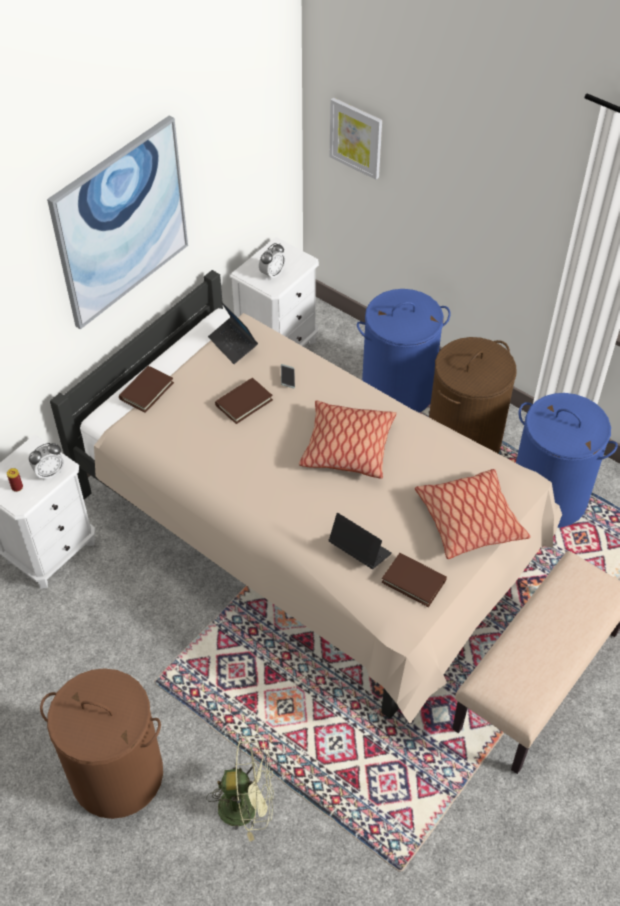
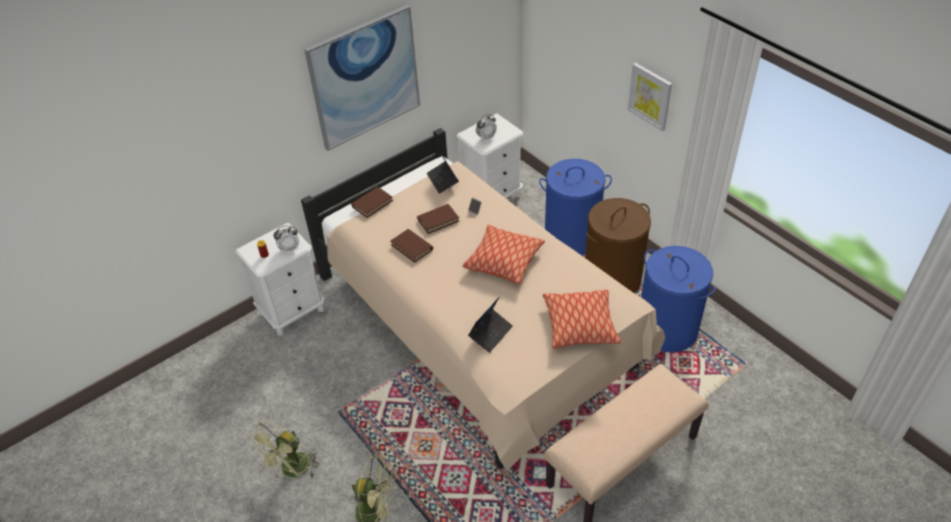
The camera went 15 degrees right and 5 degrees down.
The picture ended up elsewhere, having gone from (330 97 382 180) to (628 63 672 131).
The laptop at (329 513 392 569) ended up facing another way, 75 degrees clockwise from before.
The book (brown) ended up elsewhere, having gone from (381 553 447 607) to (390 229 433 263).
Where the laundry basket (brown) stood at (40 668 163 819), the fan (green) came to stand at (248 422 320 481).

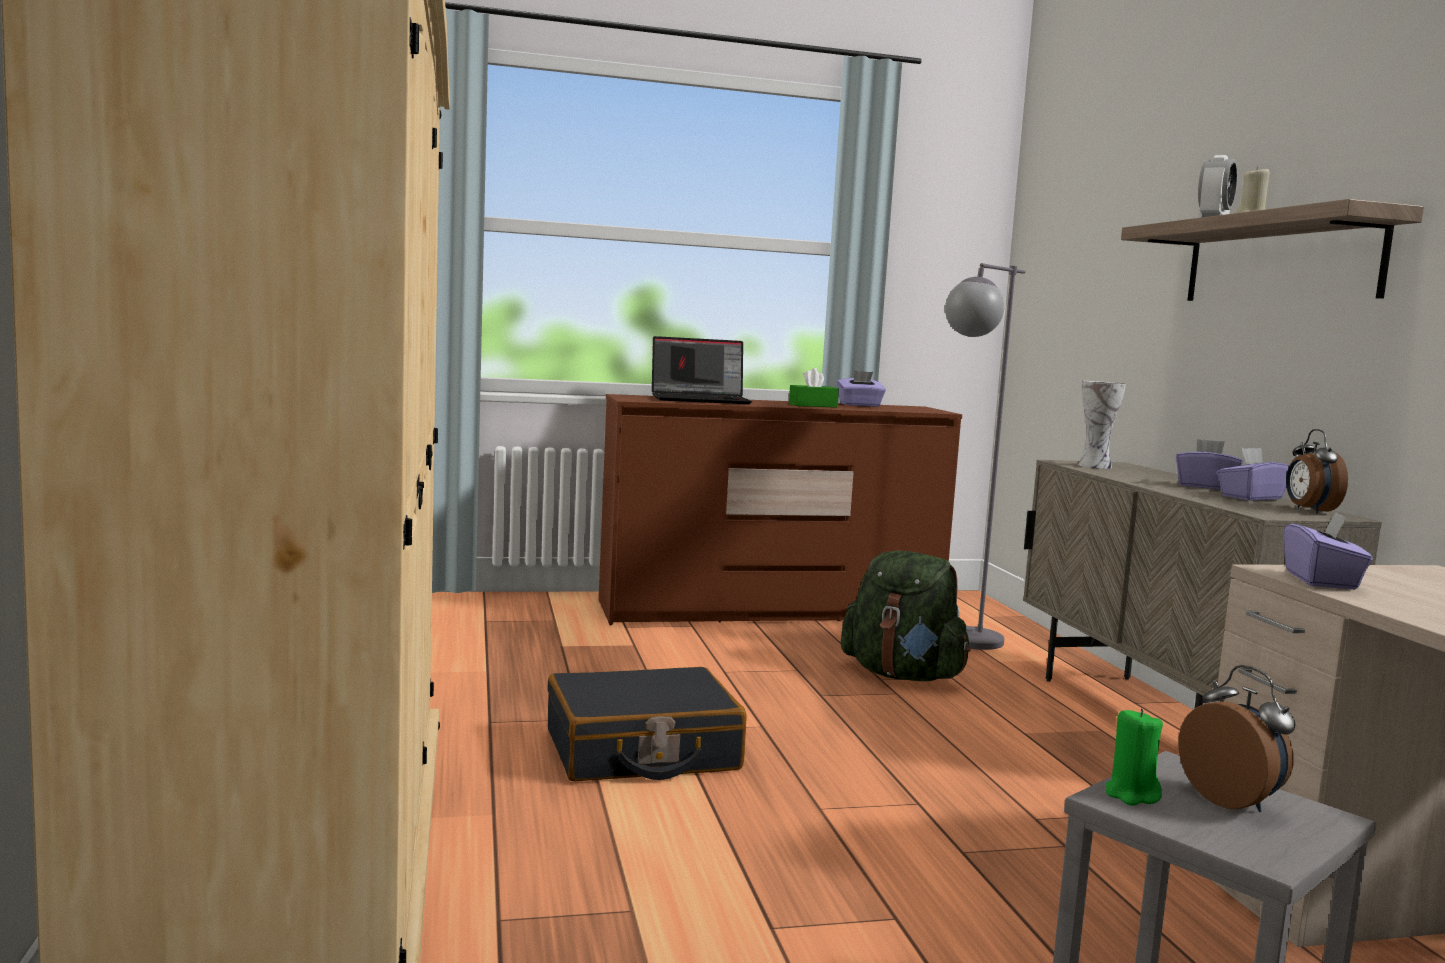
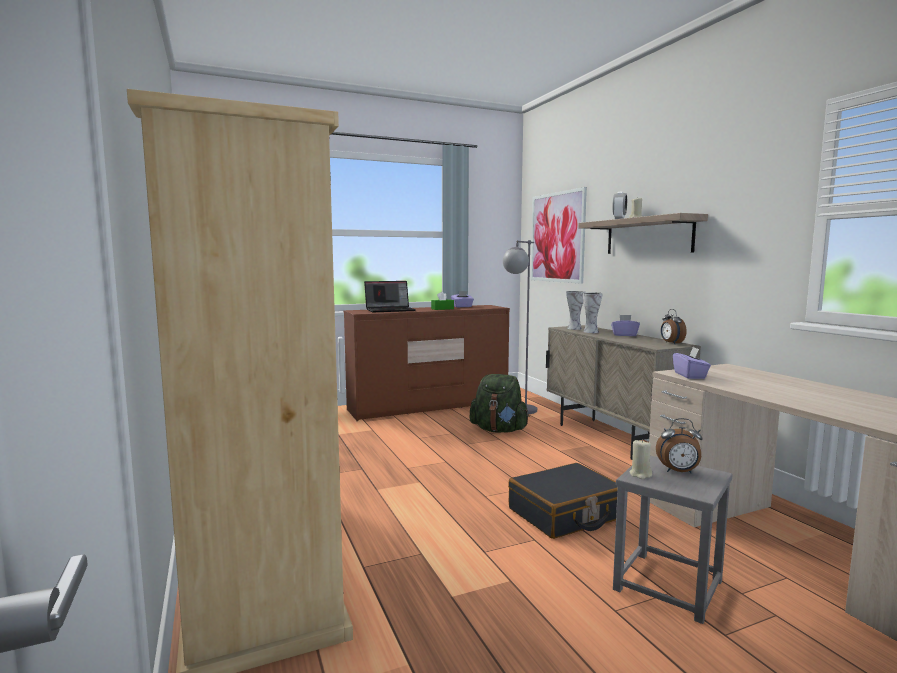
The camera went 10 degrees left and 0 degrees up.
The second view lost the tissue box (purple) at (1217 448 1289 501).
The alarm clock at (1178 665 1296 812) ended up facing another way, 135 degrees clockwise from before.
The suitcase (black) ended up elsewhere, having gone from (547 667 747 781) to (508 463 618 539).
What was the candle (green) at (1106 708 1163 806) turned into the candle (beige) at (629 439 652 479).
The second view gained the picture at (531 187 587 284).
The second view gained the vase at (583 292 603 333).

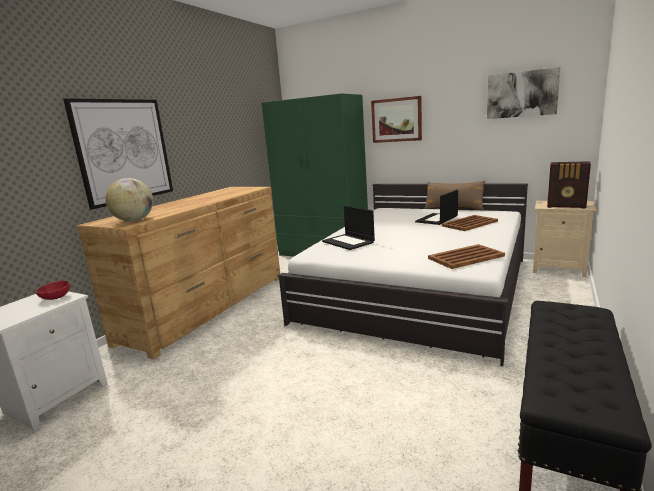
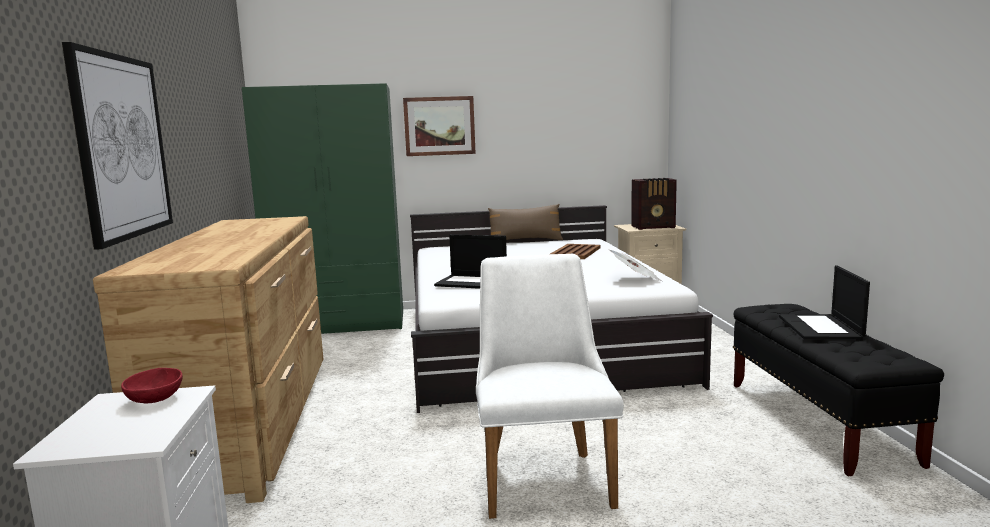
The camera went 35 degrees left and 5 degrees down.
The second view lost the picture at (487 67 560 119).
The second view lost the globe at (105 178 153 222).
The laptop ended up elsewhere, having gone from (415 190 458 225) to (779 265 870 340).
Where the tray (brown) stood at (428 244 505 269), the newspaper came to stand at (608 249 662 281).
The second view gained the chair (white) at (476 254 624 519).

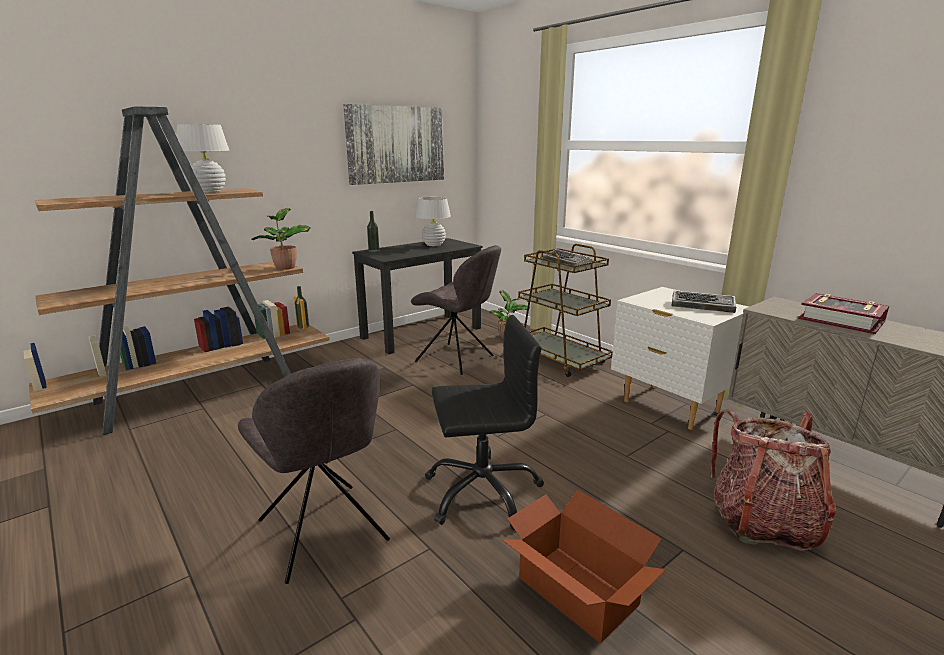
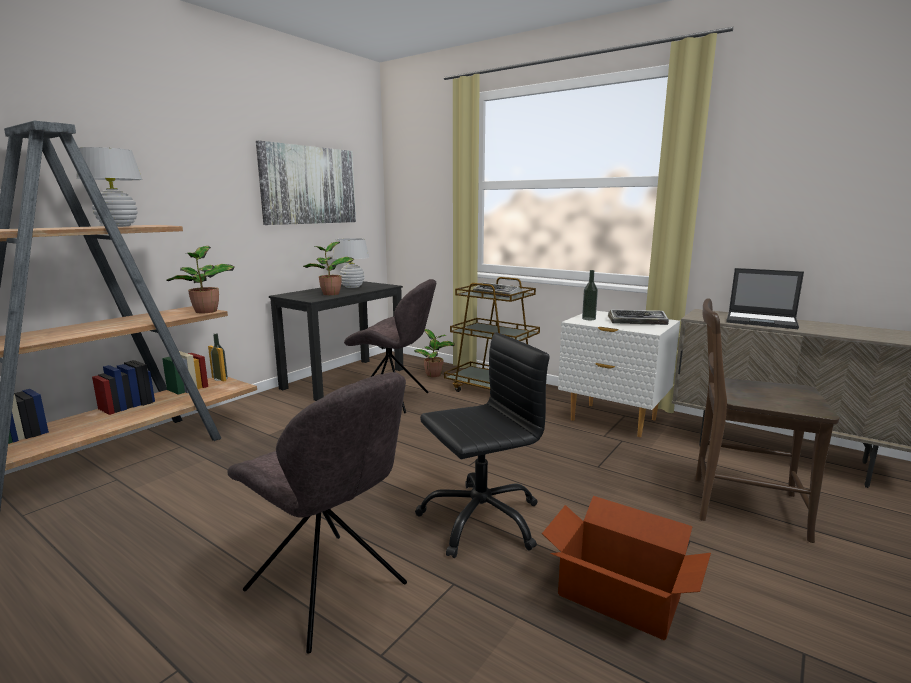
The camera went 15 degrees left and 5 degrees down.
The bottle ended up elsewhere, having gone from (367 211 379 252) to (582 270 598 320).
Where the book stood at (798 293 889 334), the laptop came to stand at (726 268 804 329).
Where the backpack stood at (711 409 836 551), the chair (brown) came to stand at (695 298 840 543).
The second view gained the potted plant at (303 241 354 295).

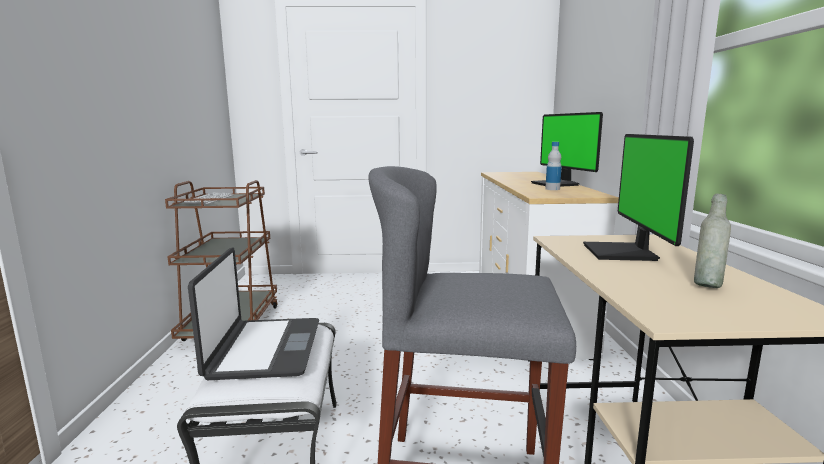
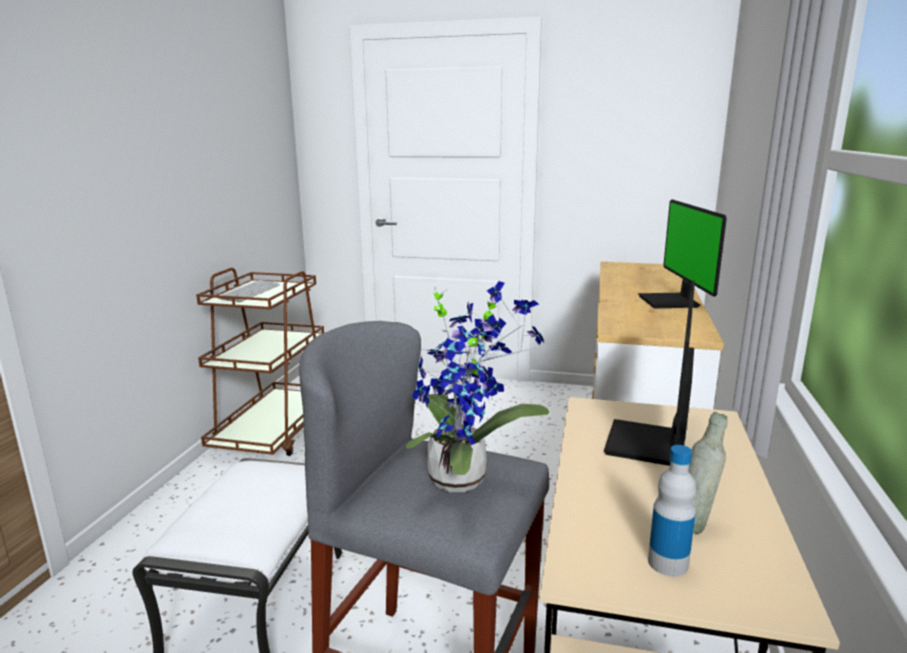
The camera went 15 degrees right and 5 degrees up.
The bottle ended up elsewhere, having gone from (545 142 562 190) to (648 445 696 576).
The second view lost the laptop at (188 247 319 380).
The second view gained the potted plant at (405 281 550 492).

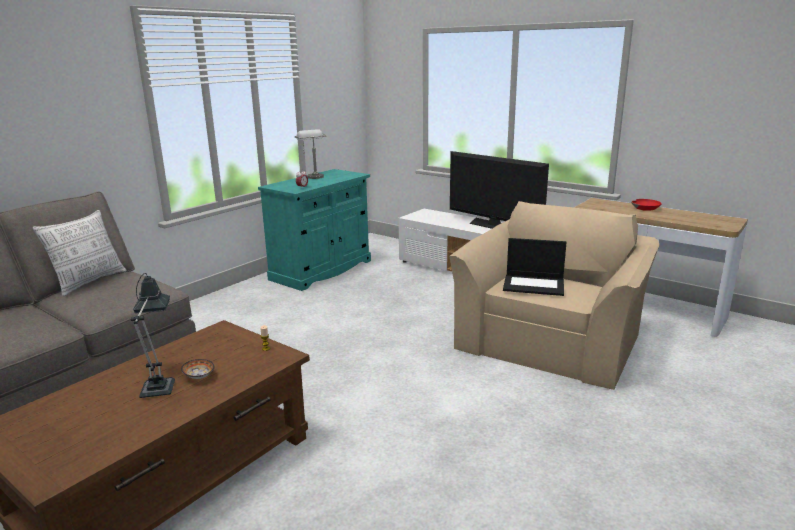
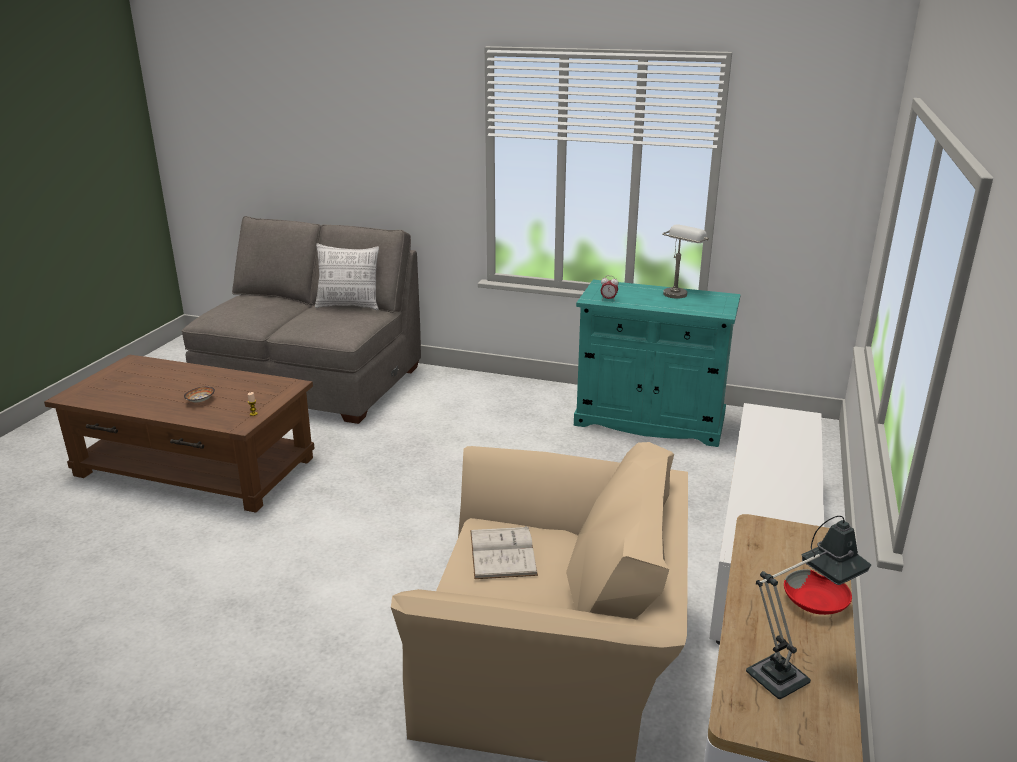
The camera went 70 degrees right and 5 degrees up.
The second view lost the television at (450 151 549 229).
Where the laptop stood at (503 238 566 296), the book (white) came to stand at (470 526 538 579).
The table lamp ended up elsewhere, having gone from (131 273 175 398) to (746 516 871 699).

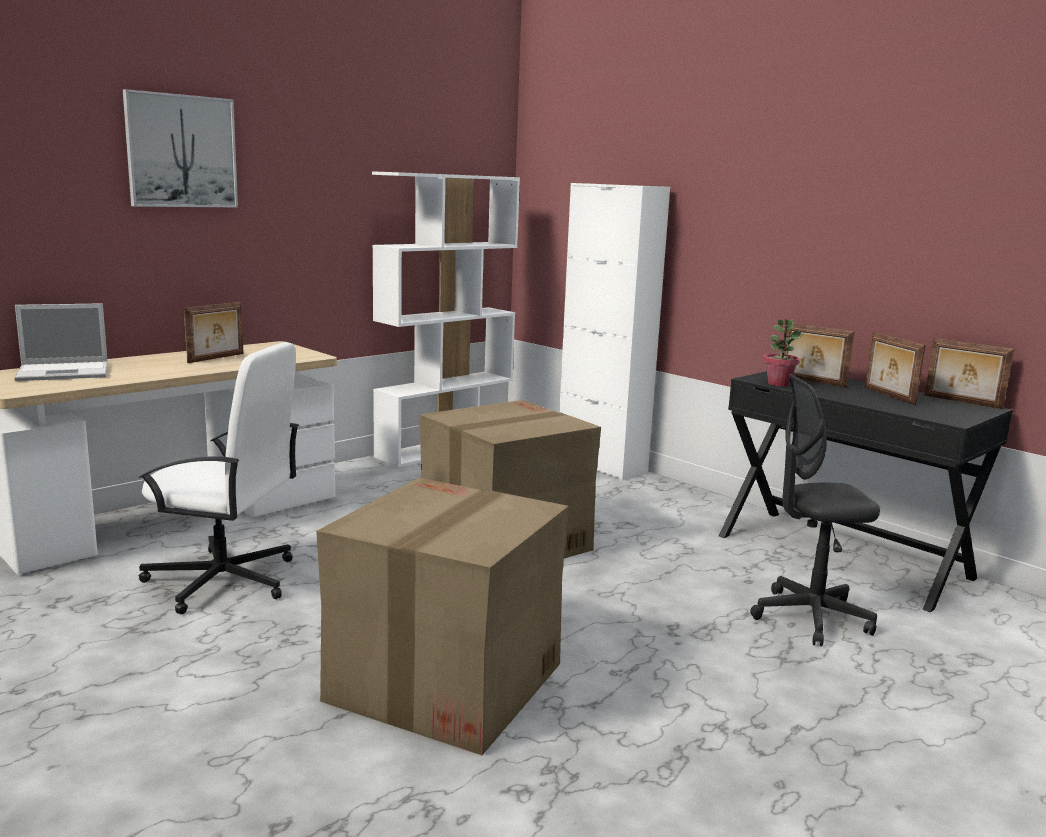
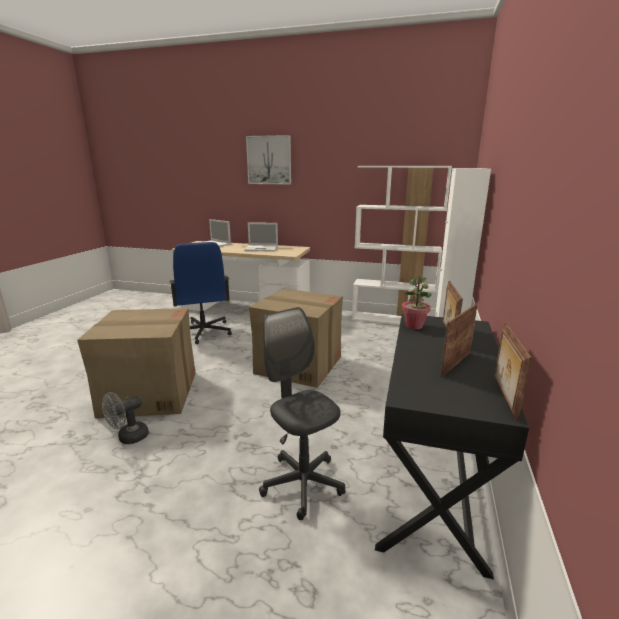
The camera went 60 degrees right and 5 degrees up.
Where the picture frame stood at (184 302 243 363), the laptop came to stand at (244 223 278 251).
What was the office chair (white) at (139 342 299 614) turned into the office chair (blue) at (170 242 232 344).
The second view gained the fan (grey) at (102 392 149 444).

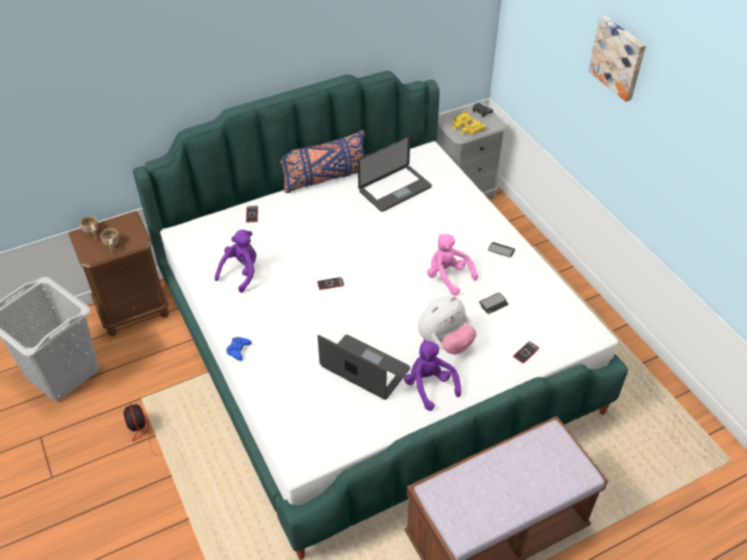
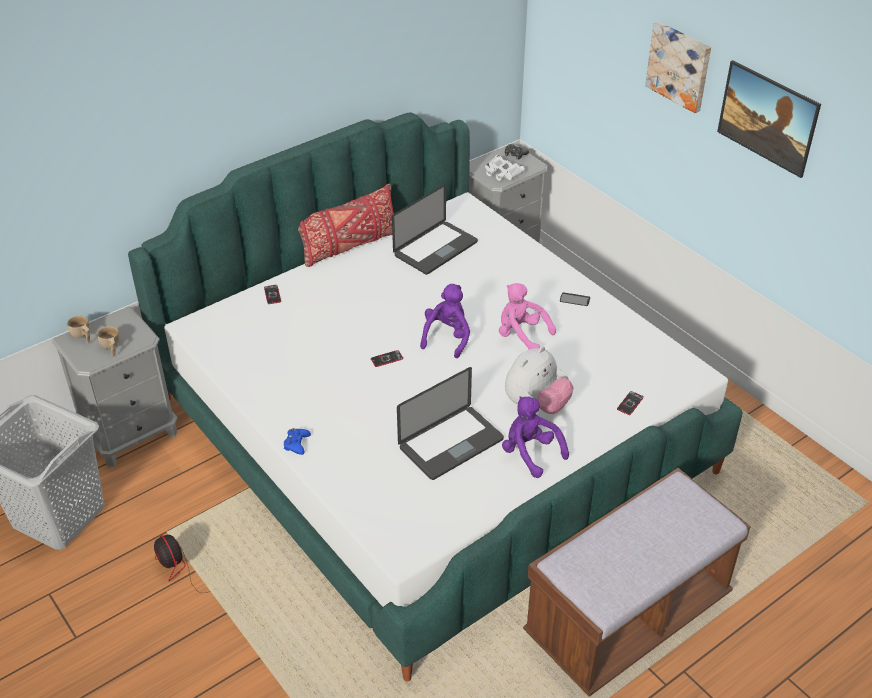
The camera went 10 degrees left and 5 degrees down.
What was the binoculars (yellow) at (452 111 485 135) turned into the binoculars (white) at (485 155 525 181).
What was the pillow (blue) at (280 130 364 193) turned into the pillow (red) at (298 184 394 267).
What was the nightstand (brown) at (69 211 169 337) turned into the nightstand (grey) at (52 306 178 467).
The plush toy (purple) ended up elsewhere, having gone from (215 230 257 293) to (420 284 470 358).
The second view lost the phone at (479 293 509 314).
The laptop at (318 335 410 400) ended up facing another way, 120 degrees clockwise from before.
The second view gained the picture at (717 60 821 178).

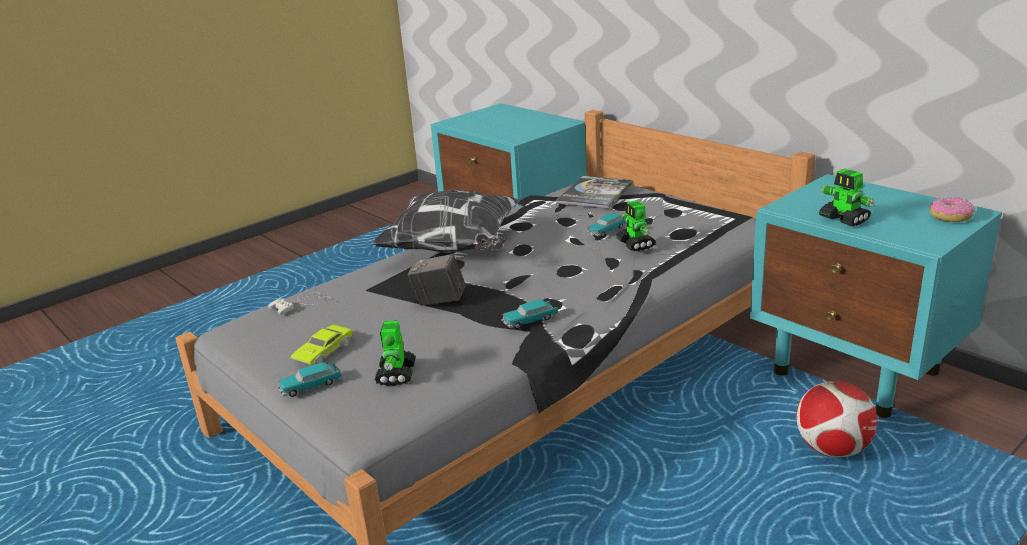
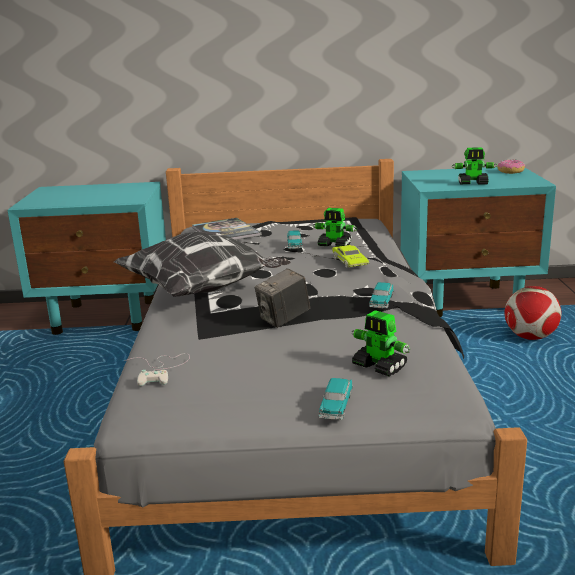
The camera went 50 degrees left and 5 degrees down.
The toy car (green) ended up elsewhere, having gone from (290 325 354 365) to (332 245 370 268).

